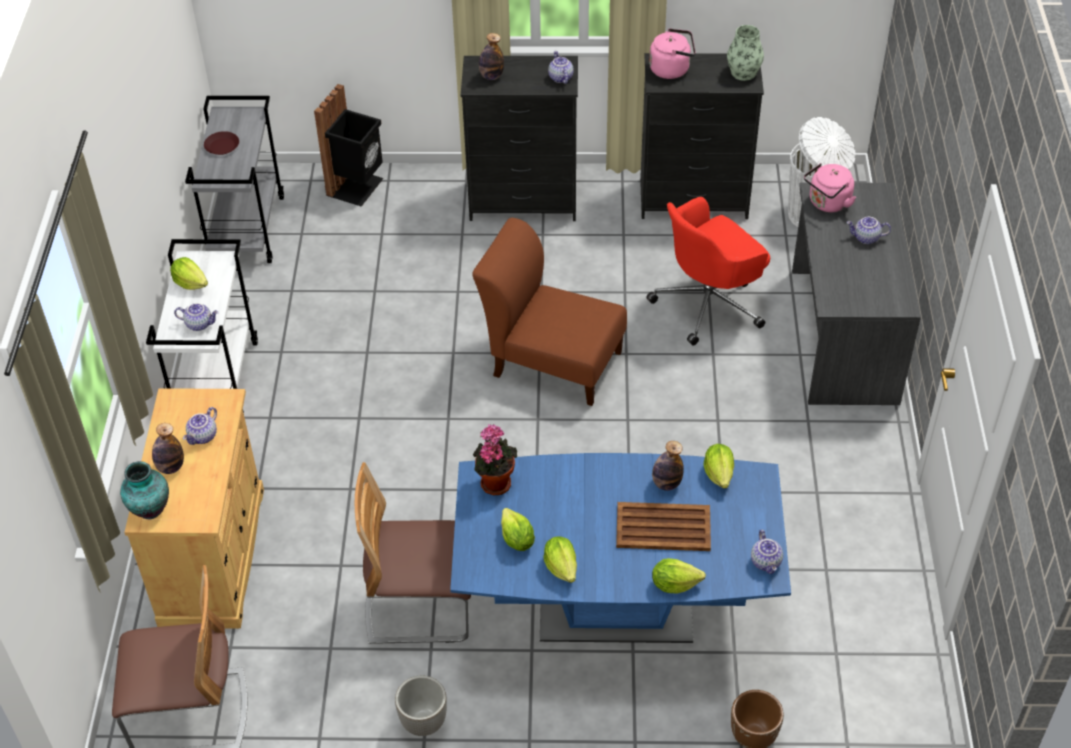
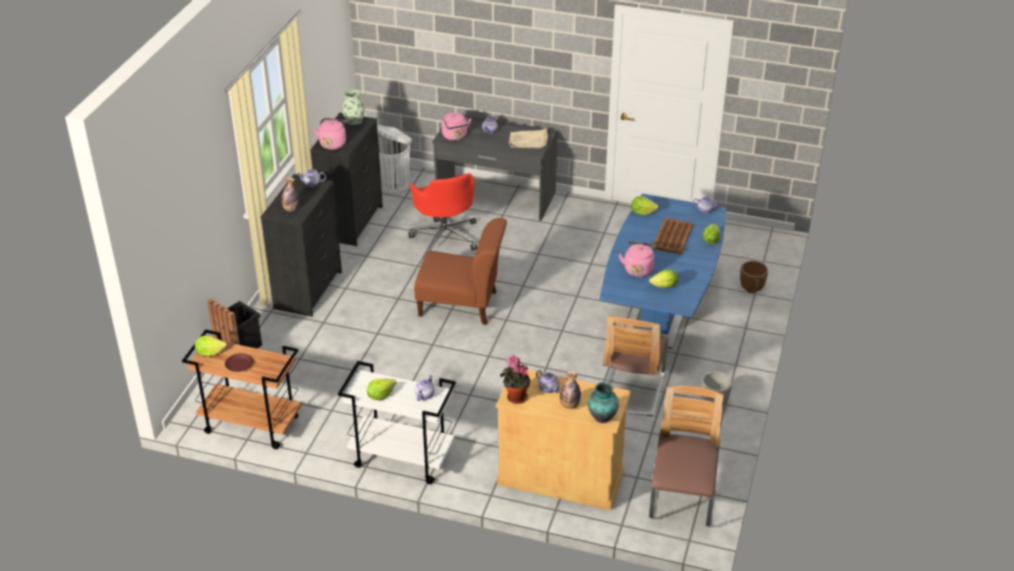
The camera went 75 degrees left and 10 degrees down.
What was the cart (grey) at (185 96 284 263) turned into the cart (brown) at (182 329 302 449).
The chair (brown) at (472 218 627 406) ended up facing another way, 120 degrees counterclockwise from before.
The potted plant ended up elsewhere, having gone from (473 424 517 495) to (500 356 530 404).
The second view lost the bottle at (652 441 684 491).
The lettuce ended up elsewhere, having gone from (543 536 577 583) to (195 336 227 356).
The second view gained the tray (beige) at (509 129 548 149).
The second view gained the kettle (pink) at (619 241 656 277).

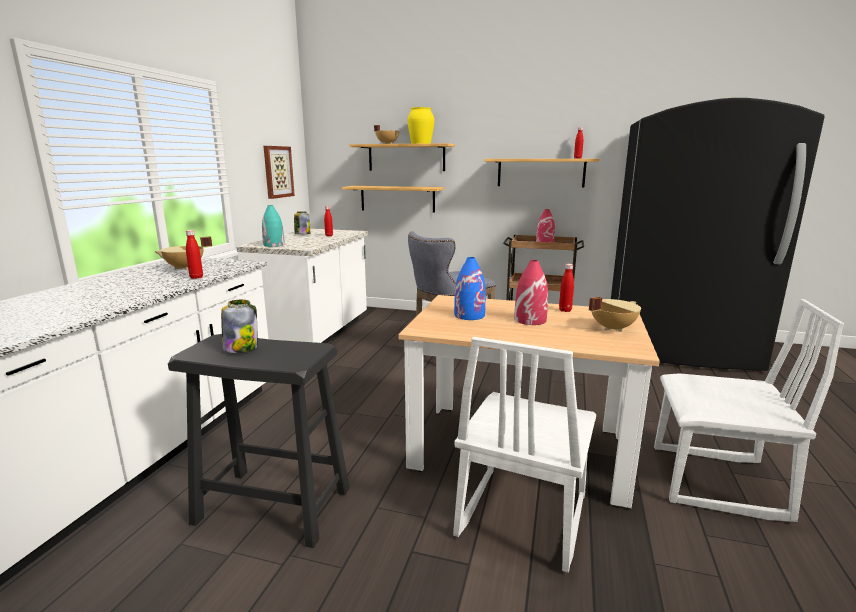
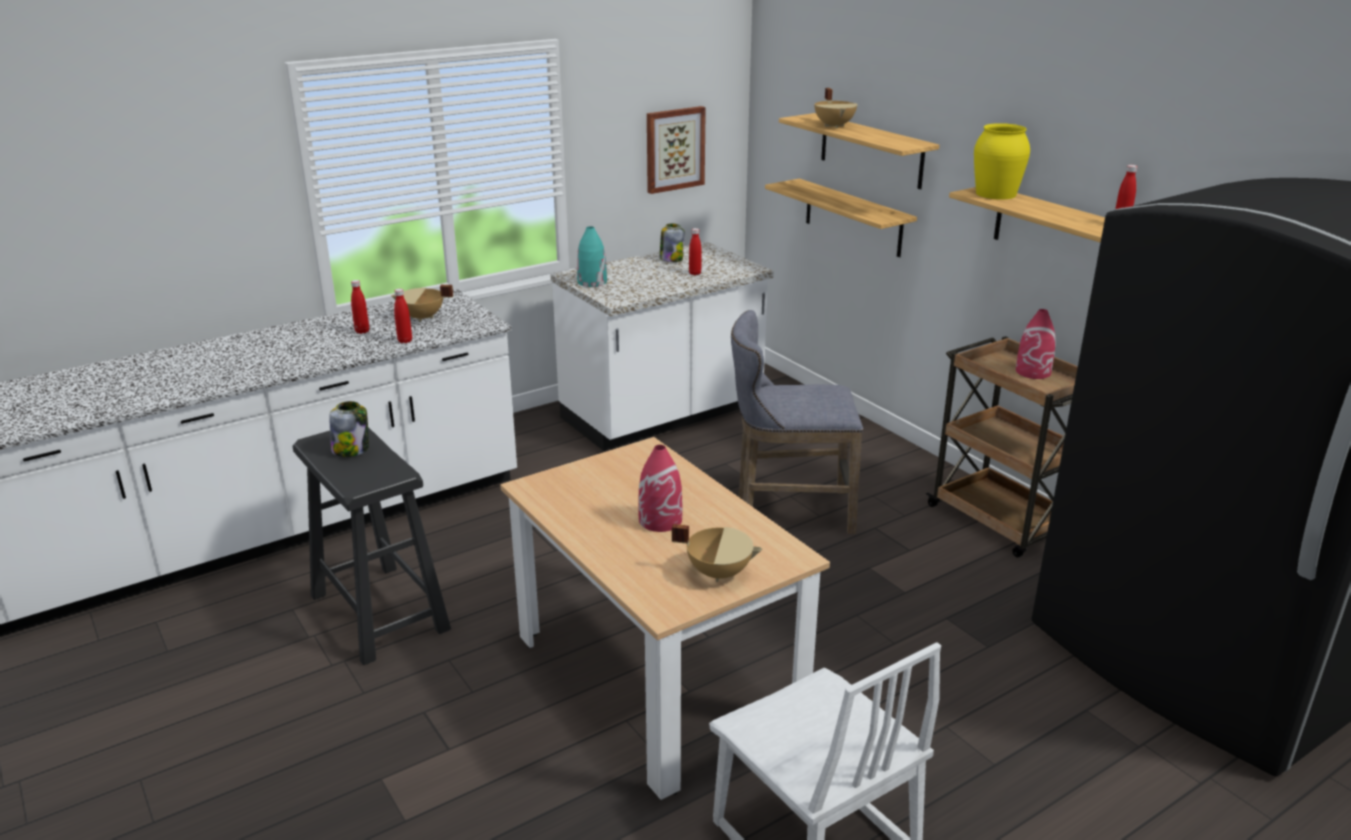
The camera went 40 degrees right and 10 degrees up.
The vase (yellow) ended up elsewhere, having gone from (407 107 435 144) to (974 123 1030 200).
The second view lost the vase (blue) at (454 257 486 320).
The bottle (red) ended up elsewhere, having gone from (559 264 574 312) to (351 280 369 334).
The second view lost the chair (white) at (453 337 596 573).

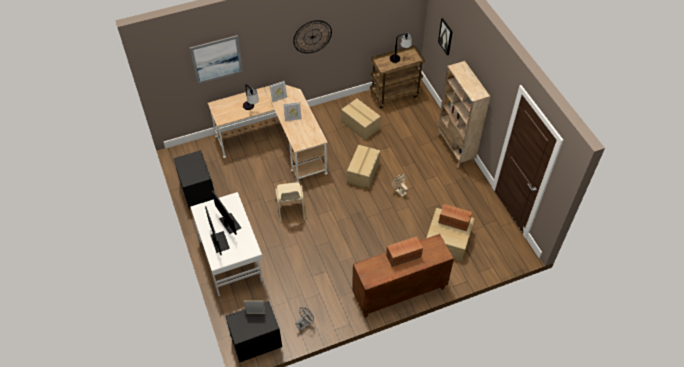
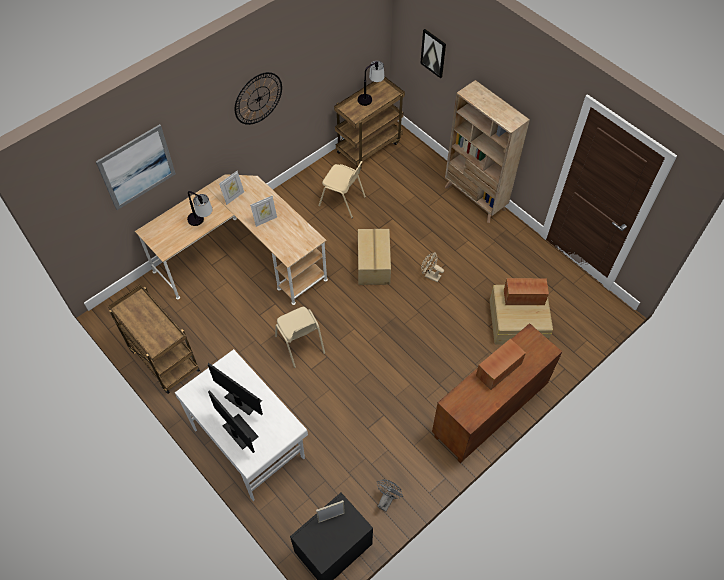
The camera went 20 degrees left and 5 degrees up.
Where the cardboard box stood at (341 99 381 140), the chair (beige) came to stand at (318 161 366 218).
Where the nightstand (black) stood at (173 150 214 209), the cart (brown) came to stand at (108 284 200 394).

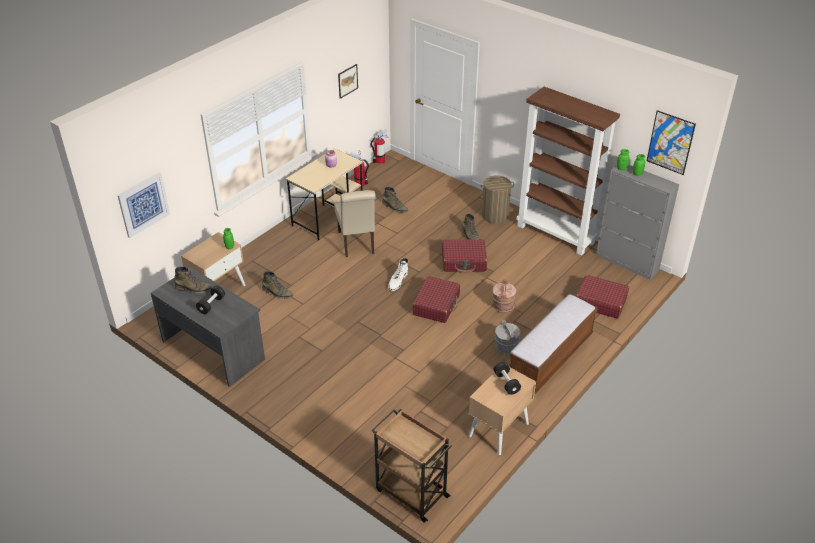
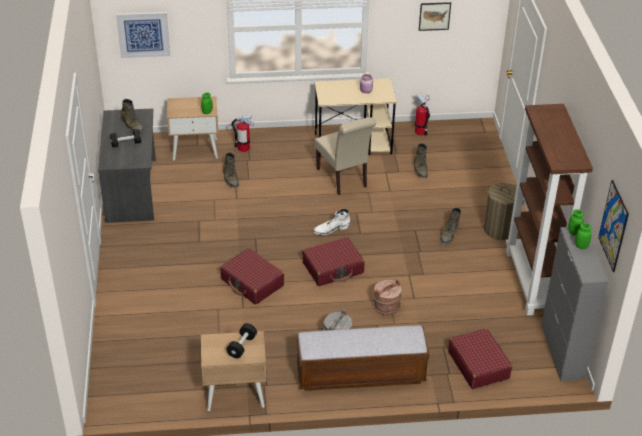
The camera went 45 degrees right and 0 degrees up.
The fire extinguisher ended up elsewhere, having gone from (370 129 389 164) to (232 115 254 152).
The chair (beige) at (335 190 376 257) ended up facing another way, 60 degrees counterclockwise from before.
The suitcase (red) ended up elsewhere, having gone from (442 239 487 273) to (220 248 284 304).
The second view lost the cart (brown) at (371 409 452 523).

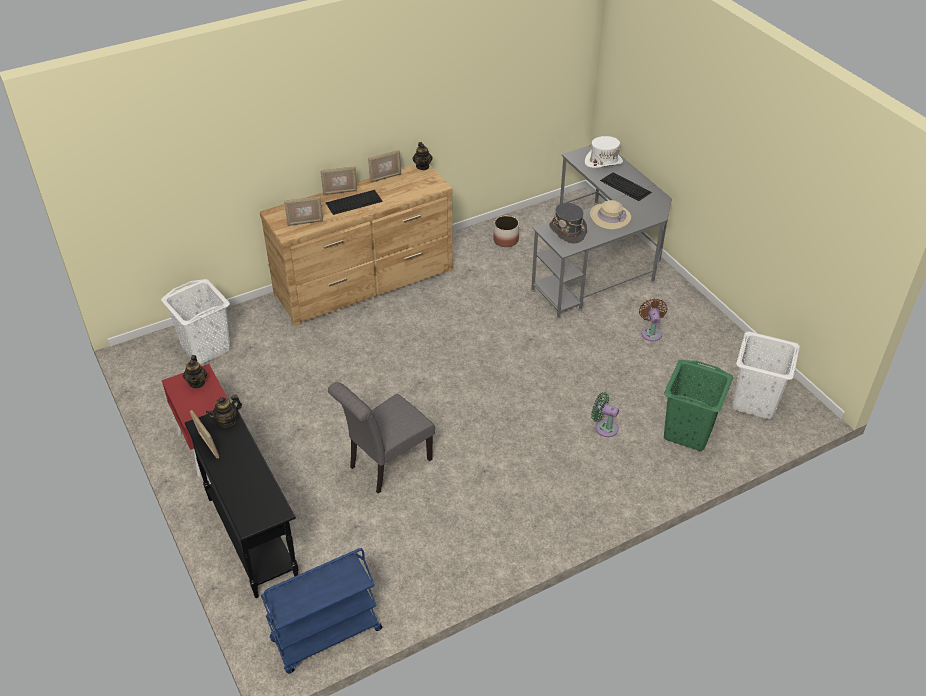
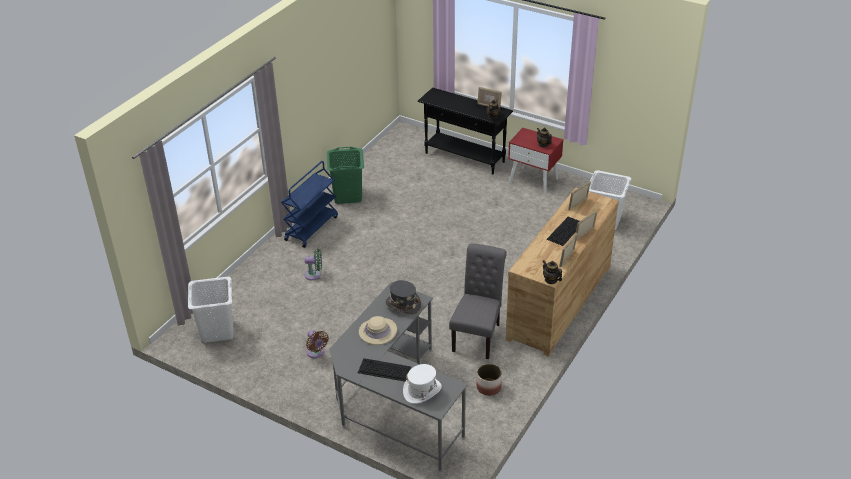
The camera went 150 degrees right and 5 degrees down.
The laundry basket (green) ended up elsewhere, having gone from (664 360 733 451) to (327 147 364 204).
The chair (grey) ended up elsewhere, having gone from (328 382 435 494) to (449 244 507 359).
The cart (blue) ended up elsewhere, having gone from (261 548 382 674) to (281 161 338 248).

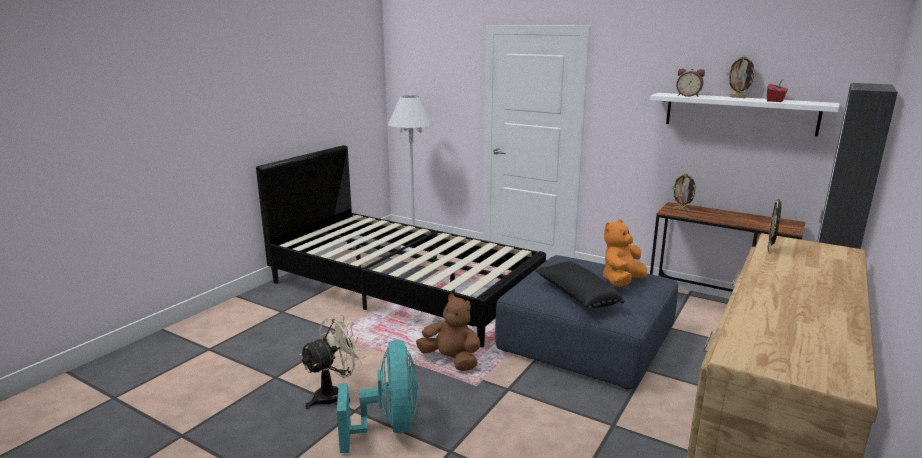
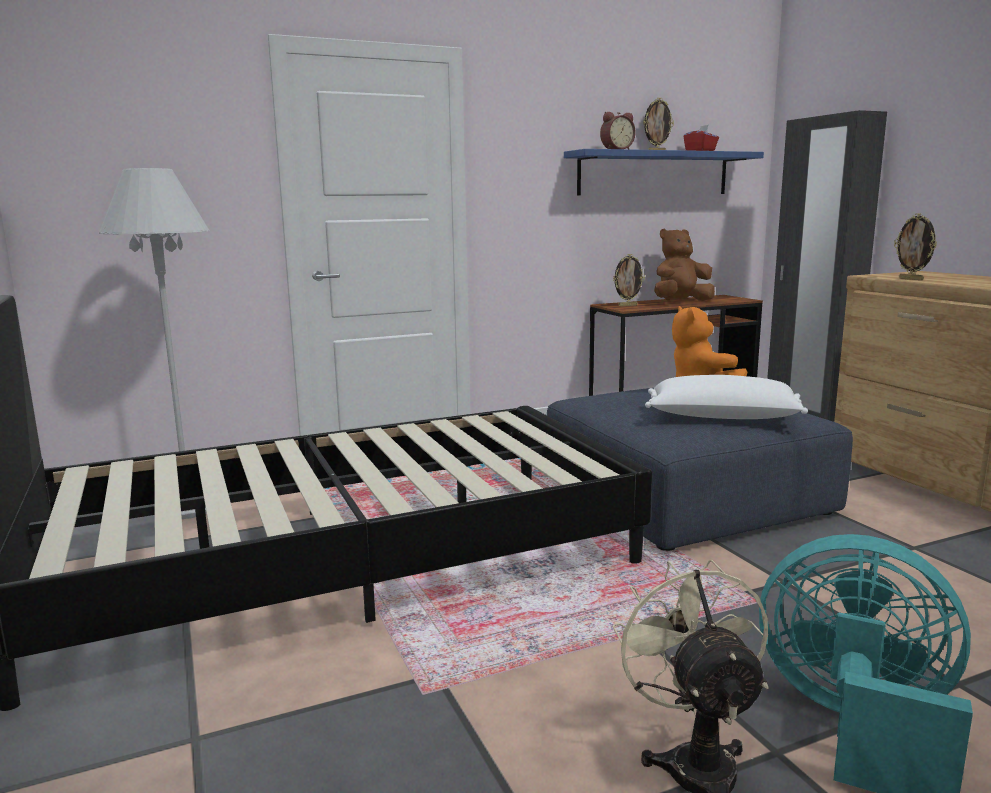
The camera went 55 degrees left and 5 degrees down.
What was the shelf (white) at (650 93 840 136) turned into the shelf (blue) at (564 149 764 195).
What was the pillow (black) at (535 261 624 310) turned into the pillow (white) at (645 375 808 419).
The plush toy (brown) ended up elsewhere, having gone from (416 294 480 371) to (654 229 715 301).

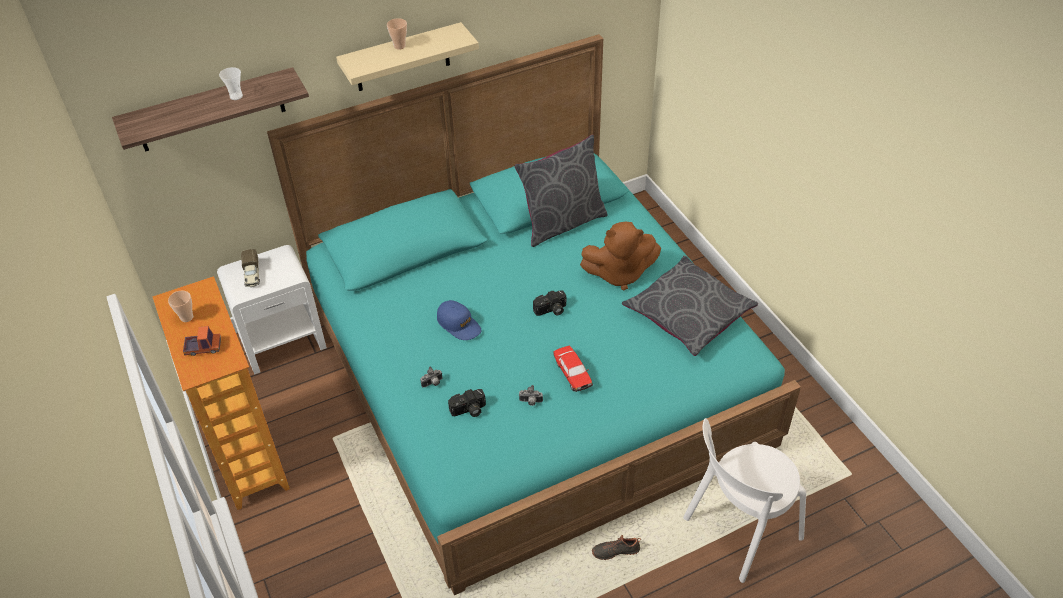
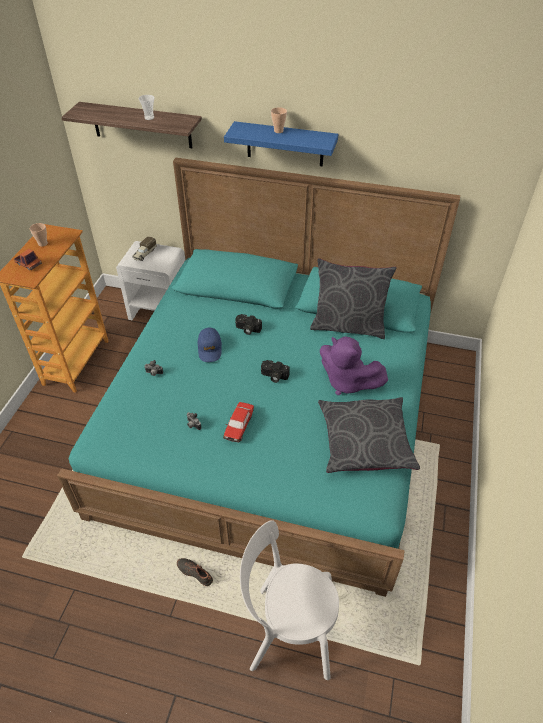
The camera went 40 degrees right and 0 degrees up.
What was the shelf (beige) at (336 22 479 91) turned into the shelf (blue) at (224 121 338 166).
What was the plush toy (brown) at (580 222 661 290) turned into the plush toy (purple) at (320 336 388 395).
The photo camera ended up elsewhere, having gone from (448 389 486 417) to (235 314 262 335).

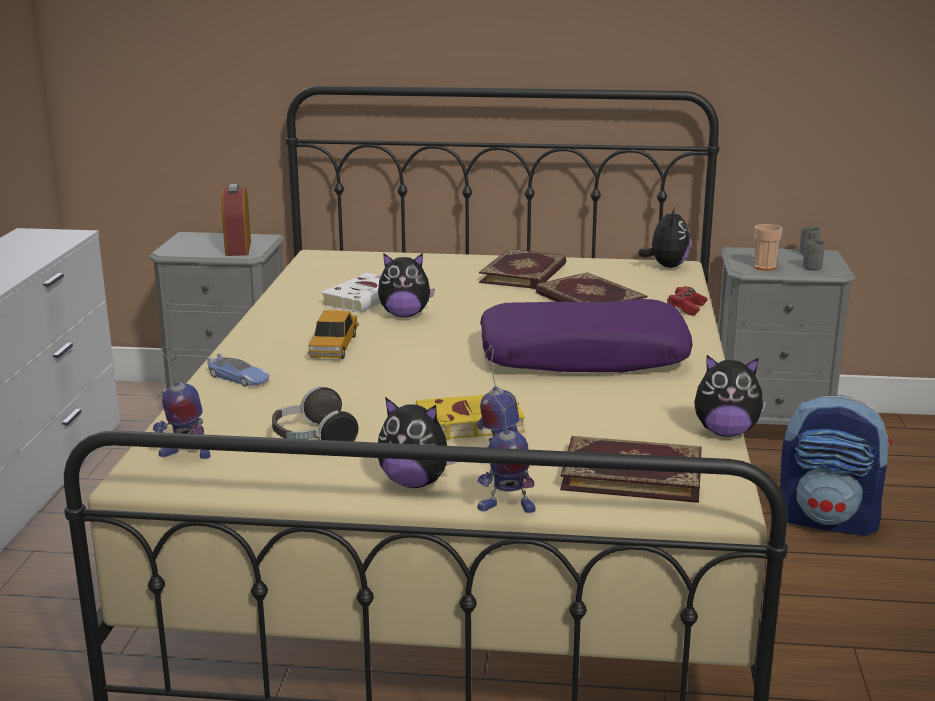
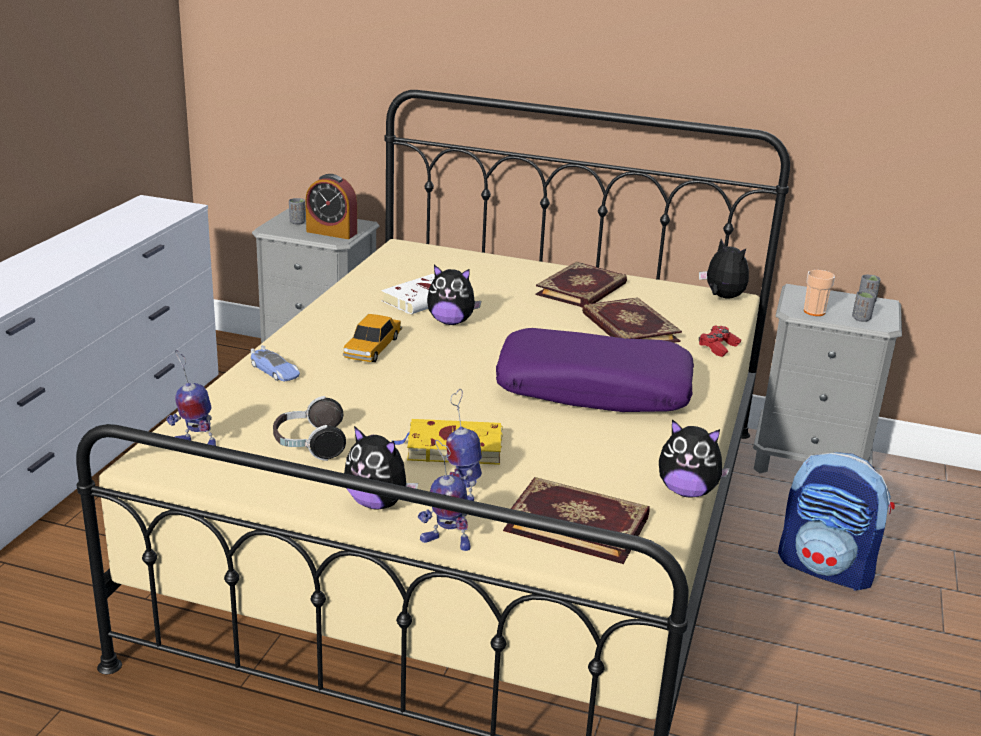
The camera went 10 degrees right and 5 degrees up.
The alarm clock at (222 184 251 256) ended up facing another way, 75 degrees counterclockwise from before.
The plush toy at (638 207 691 268) ended up facing another way, 60 degrees counterclockwise from before.
The second view gained the cup (grey) at (289 198 306 225).

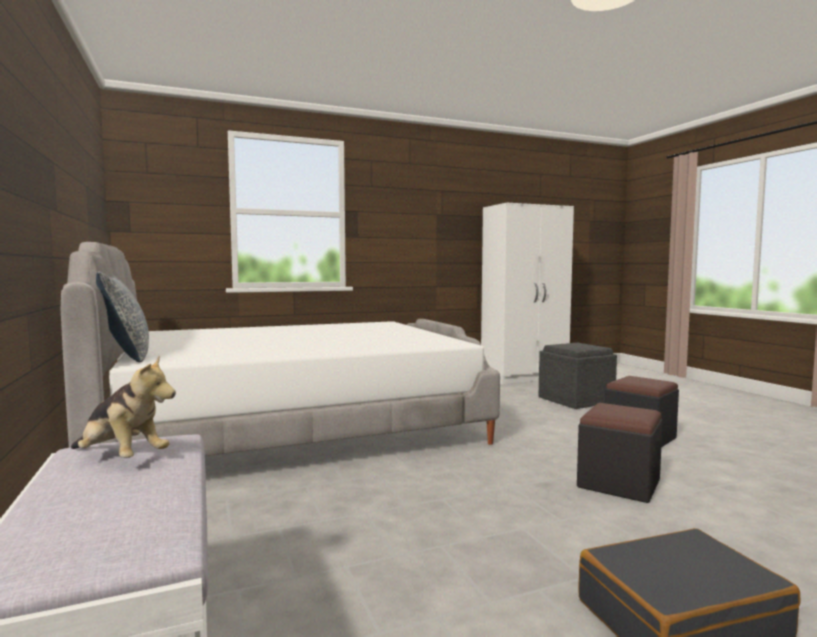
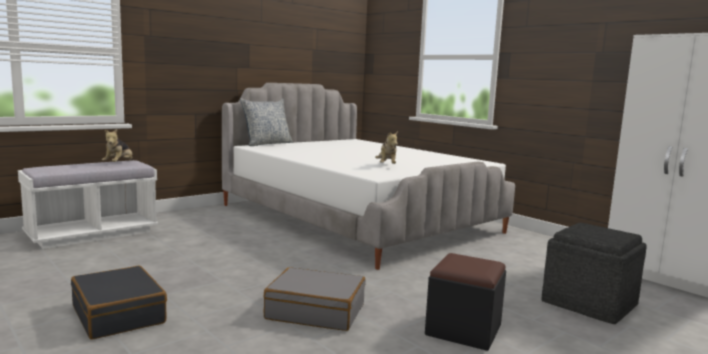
The camera went 70 degrees right and 5 degrees up.
Where the ottoman (black) stood at (577 403 663 503), the suitcase (grey) came to stand at (264 267 366 331).
The second view gained the plush toy at (375 131 398 164).

